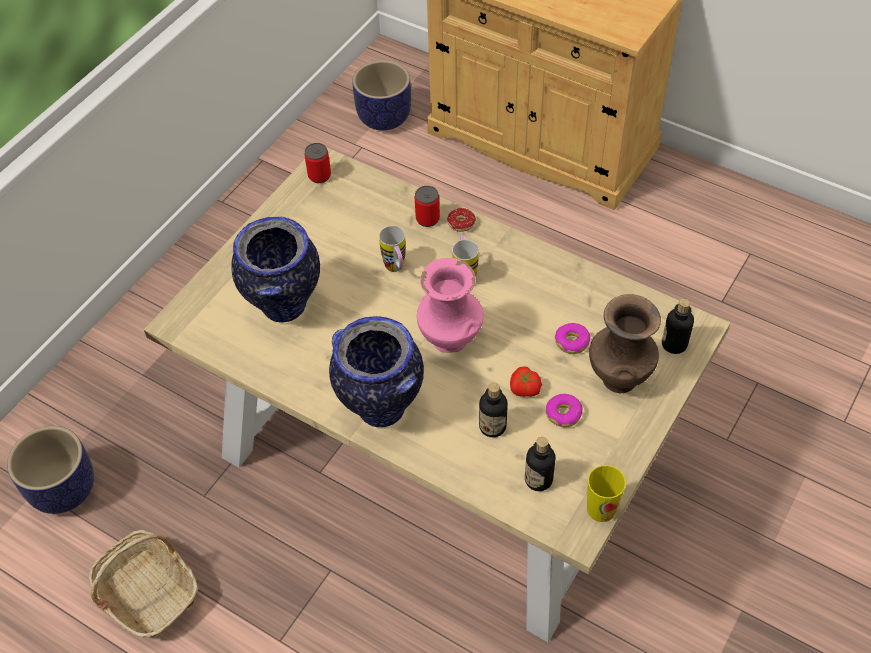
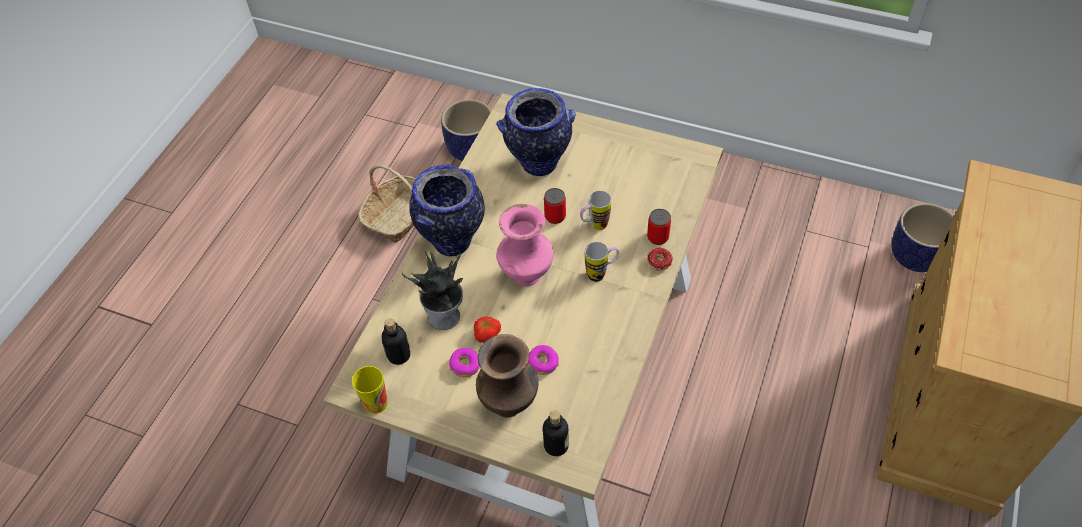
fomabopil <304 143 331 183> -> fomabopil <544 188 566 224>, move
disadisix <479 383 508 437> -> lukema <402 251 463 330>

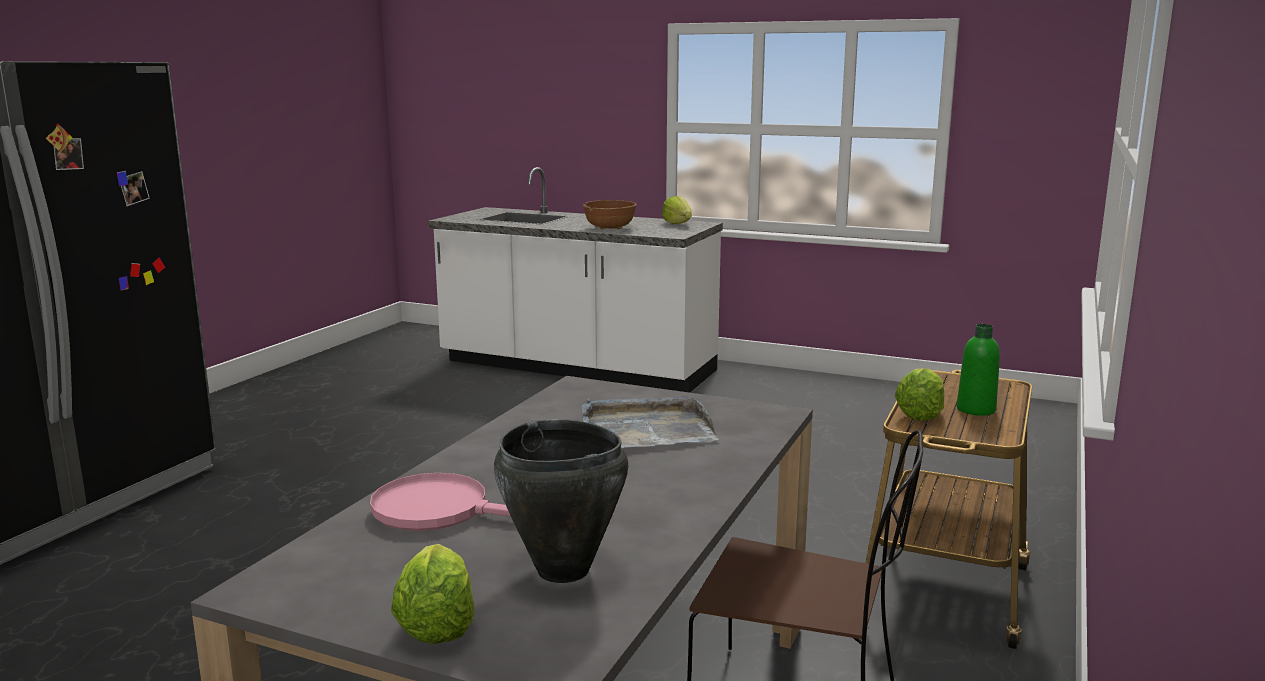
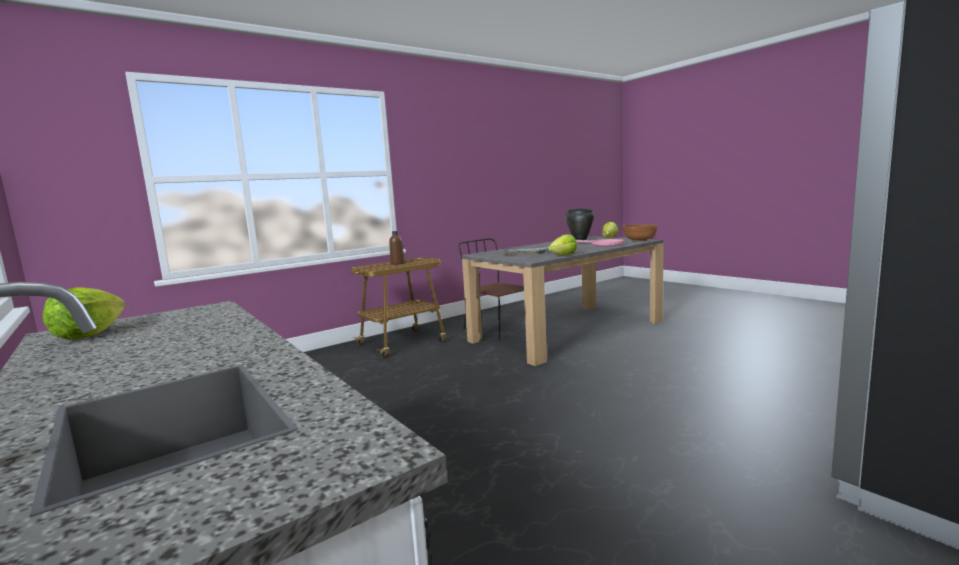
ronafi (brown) <583 200 637 229> -> ronafi (brown) <622 224 658 242>, move
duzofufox <895 368 944 421> -> duzofufox <548 234 577 255>, move
disadisix (green) <957 324 1000 416> -> disadisix (brown) <389 231 405 265>

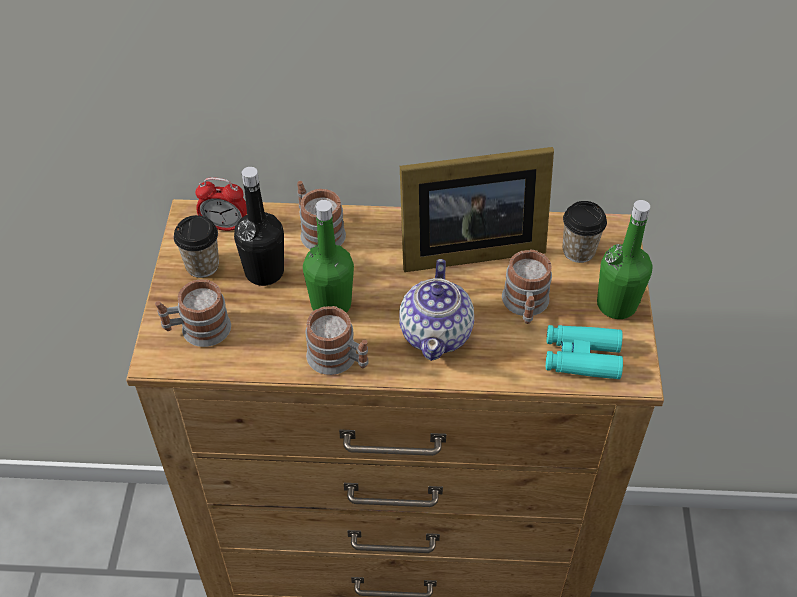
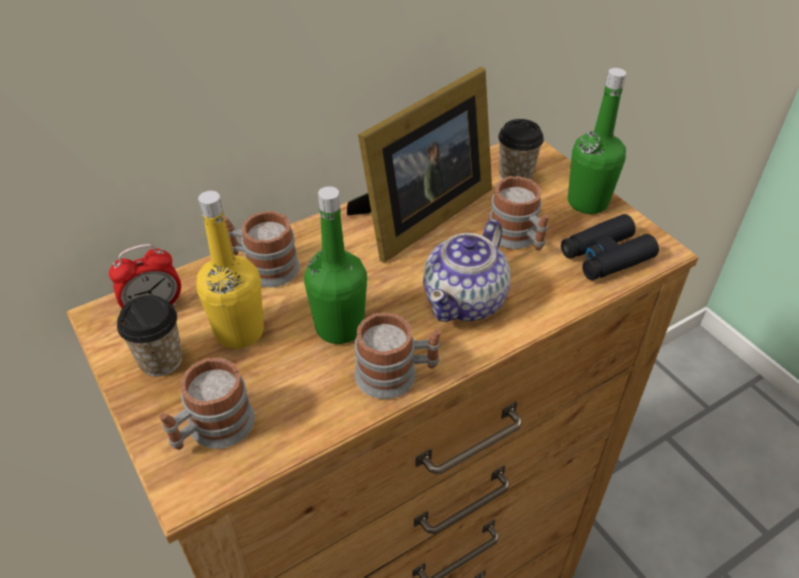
disadisix (black) <234 167 284 286> -> disadisix (yellow) <196 191 264 349>
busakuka <399 259 474 361> -> busakuka <423 219 510 322>, 60 degrees clockwise
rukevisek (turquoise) <546 325 623 379> -> rukevisek (black) <561 214 659 280>

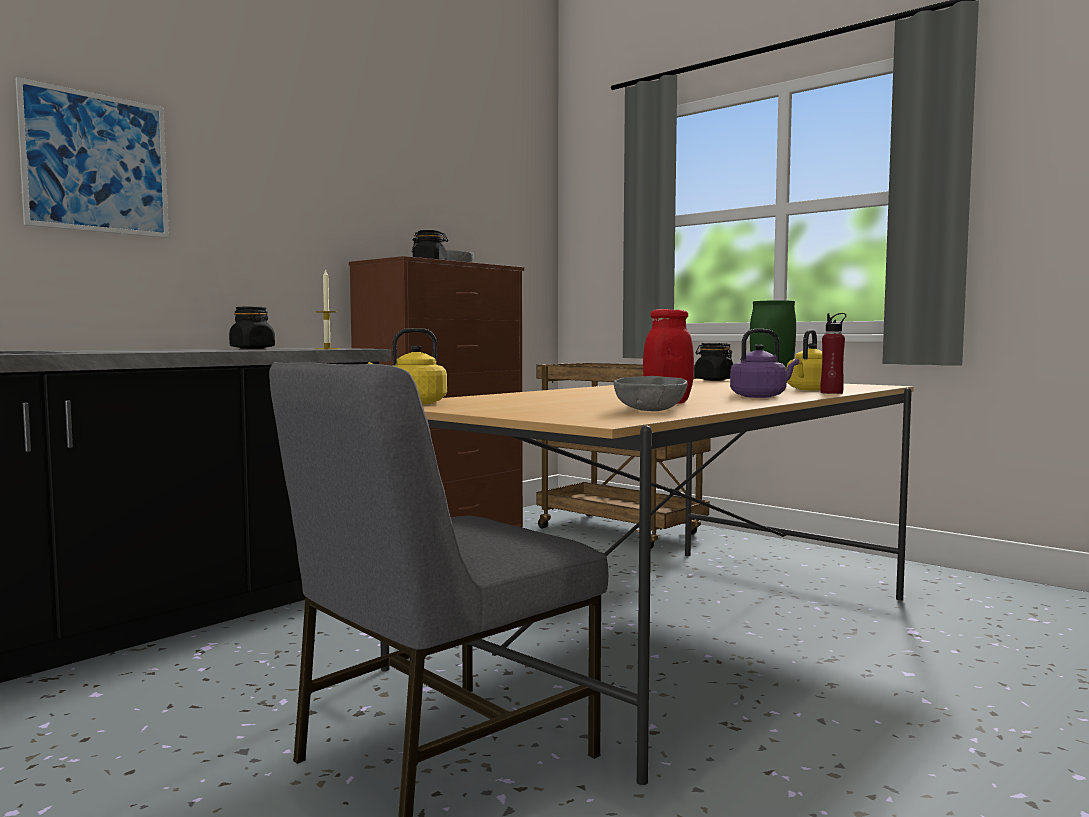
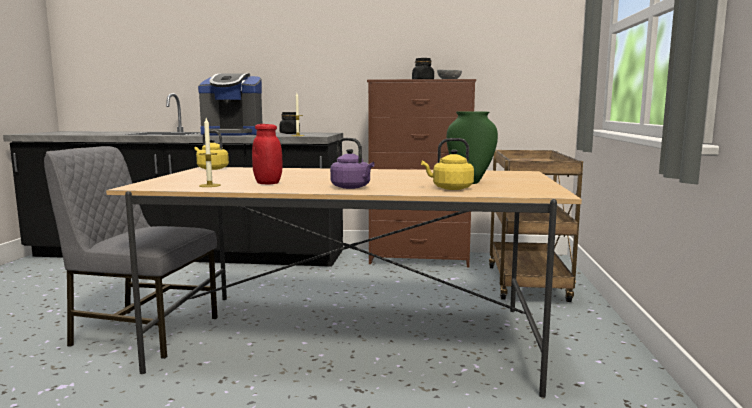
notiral <16 77 169 238> -> none
ronafi (grey) <614 376 688 411> -> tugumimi <199 118 221 187>
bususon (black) <694 343 734 381> -> none
disadisix (red) <820 313 846 394> -> none
none -> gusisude <198 74 262 135>

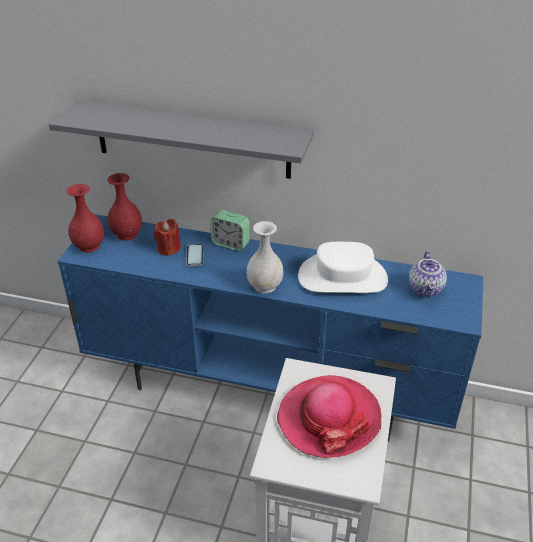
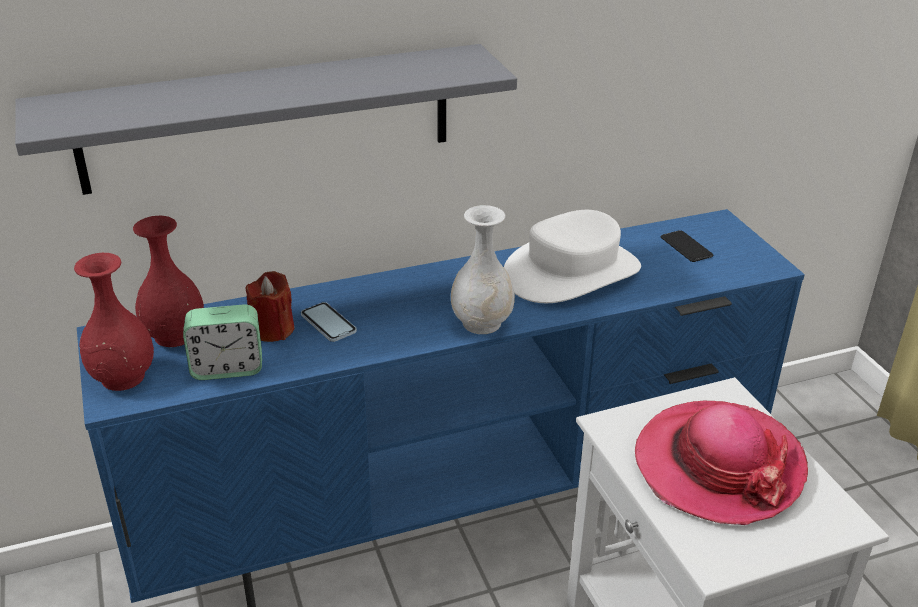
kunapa <210 210 250 251> -> kunapa <183 304 262 380>, move
busakuka <409 251 447 298> -> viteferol <661 230 713 262>

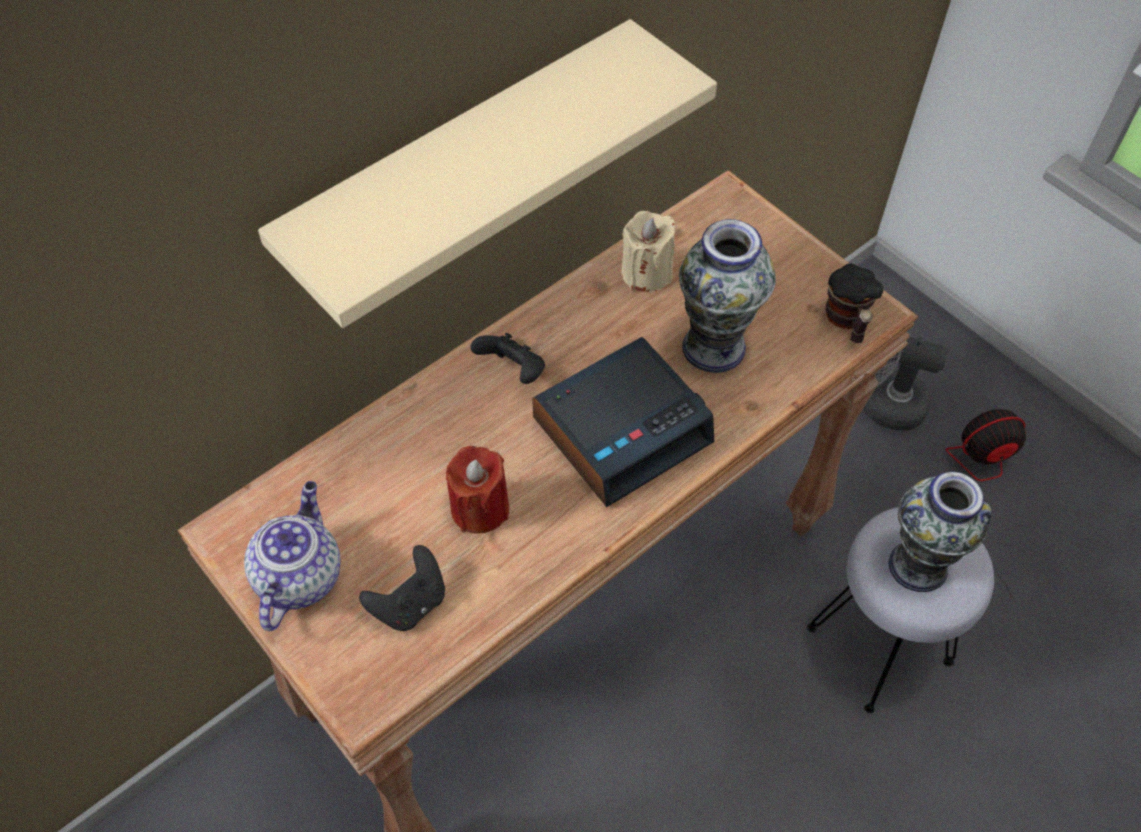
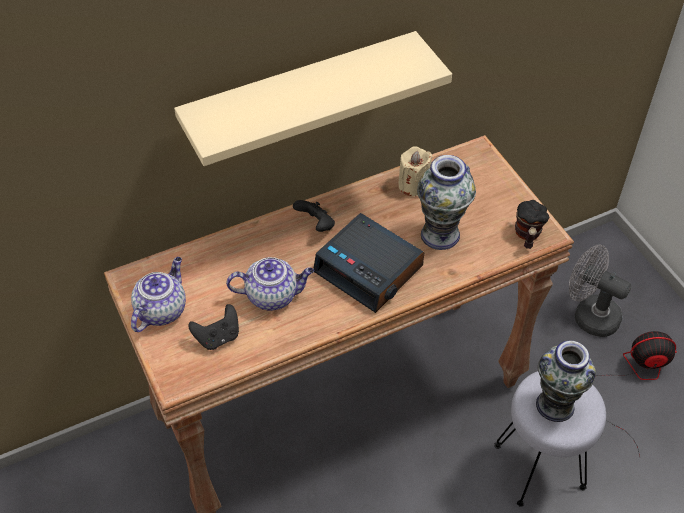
tugumimi (red) <446 446 509 533> -> busakuka <226 257 314 311>
kunapa <532 337 714 507> -> kunapa <313 213 425 313>, 60 degrees clockwise

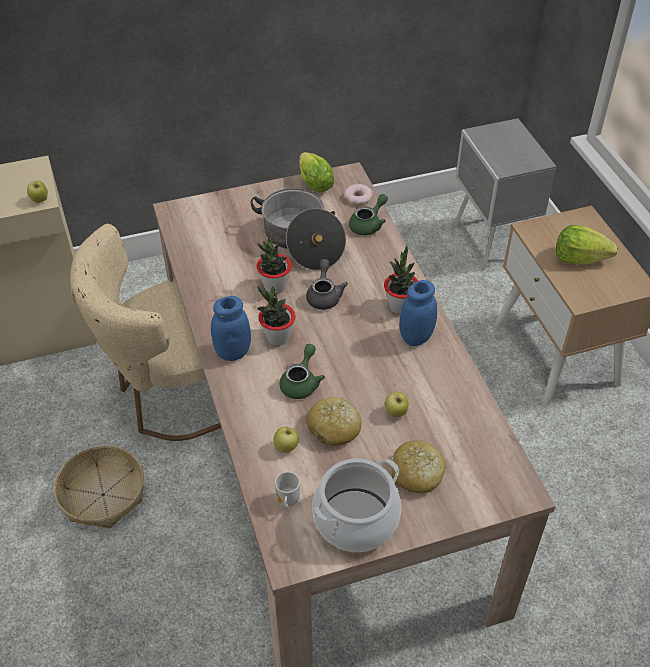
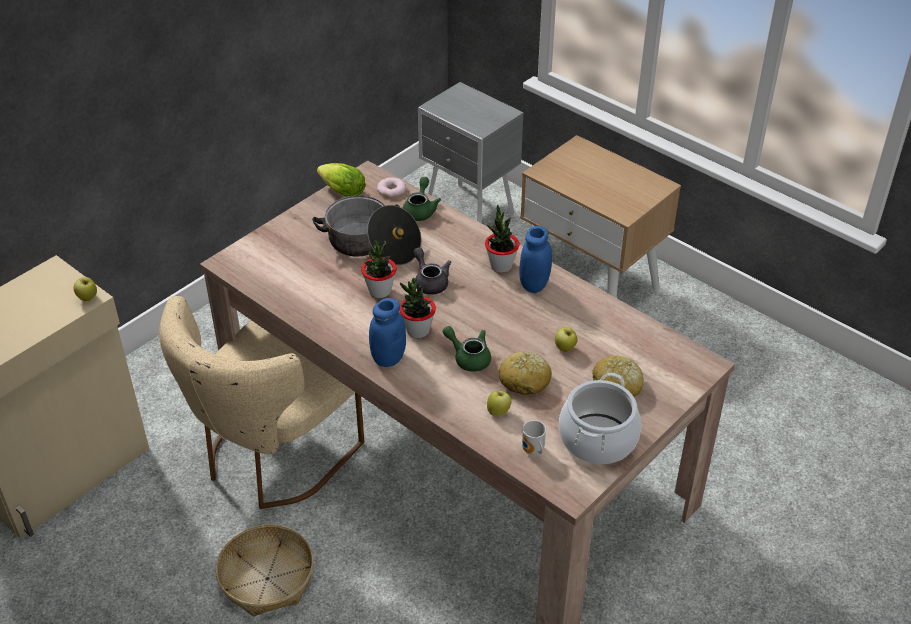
busakuka (green) <280 344 325 399> -> busakuka (green) <443 326 491 372>, 45 degrees counterclockwise
duzofufox <556 225 618 265> -> none

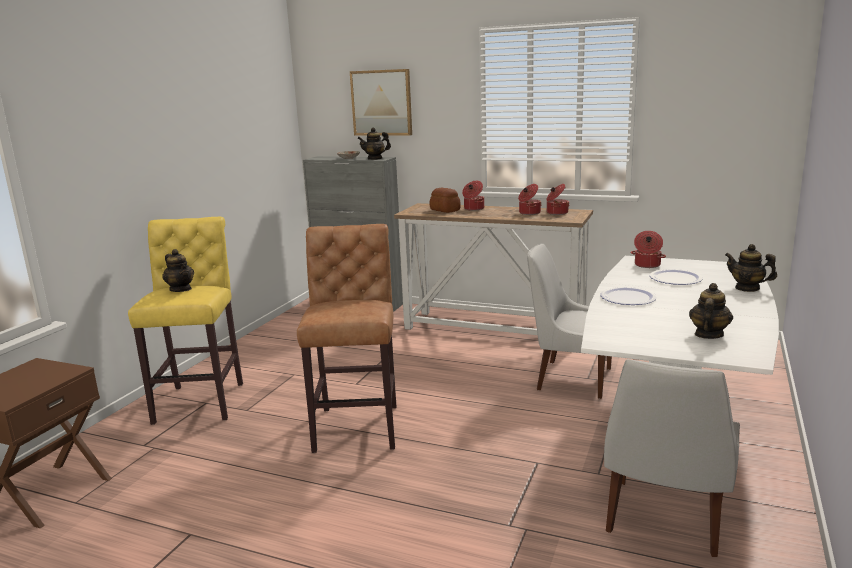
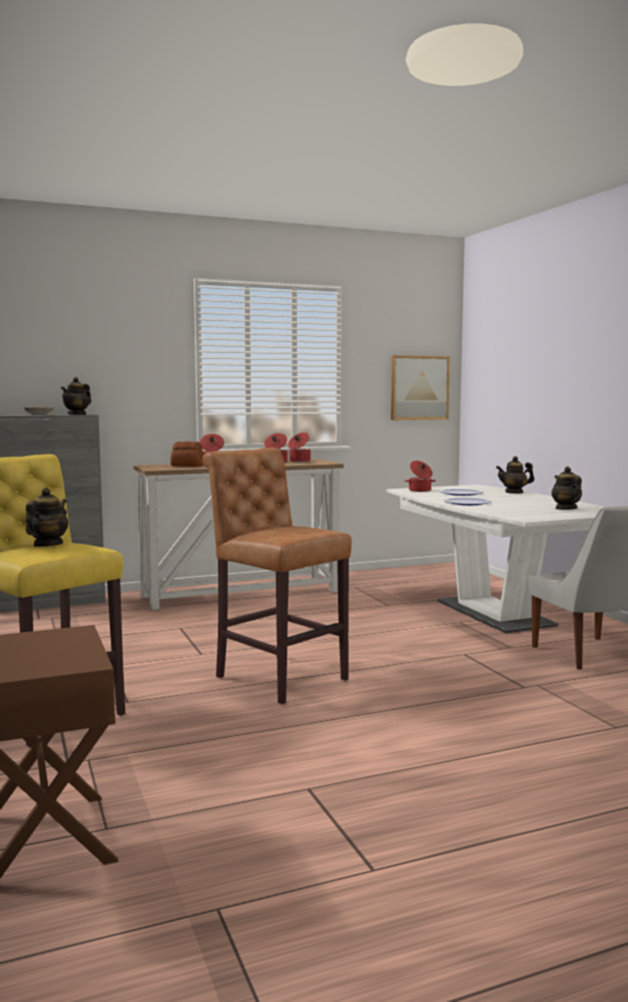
busakuka <162 249 194 292> -> busakuka <25 487 68 547>, 75 degrees counterclockwise
notiral <350 69 412 136> -> notiral <391 355 450 420>, move
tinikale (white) <527 243 612 399> -> none

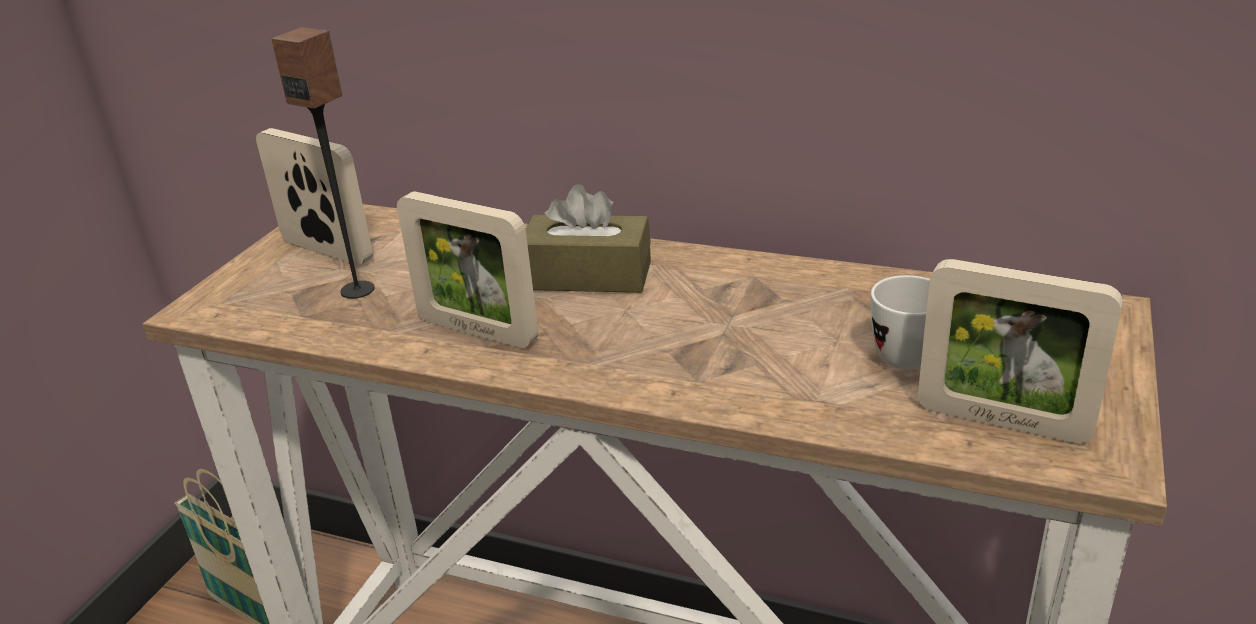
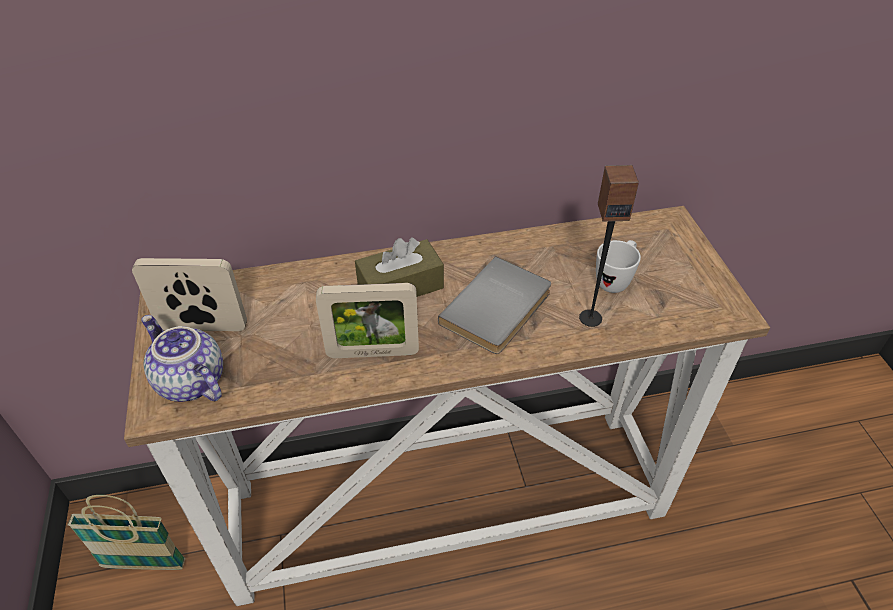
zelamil <272 27 375 299> -> zelamil <579 165 639 327>, move
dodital <918 259 1123 443> -> none
none -> busakuka <141 315 223 402>
none -> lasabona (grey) <438 256 551 354>

